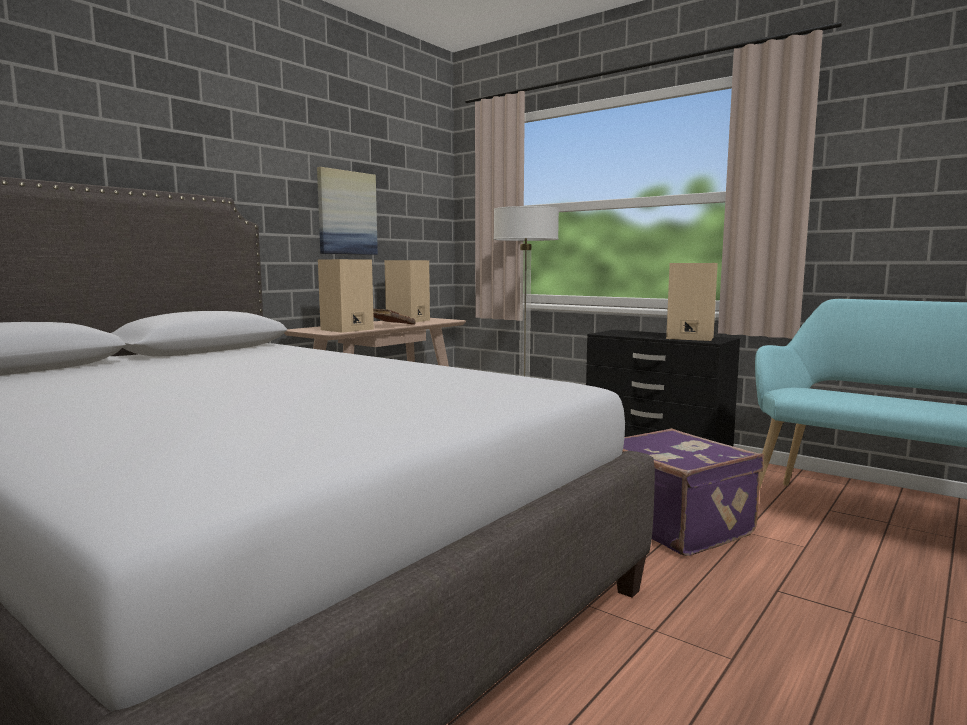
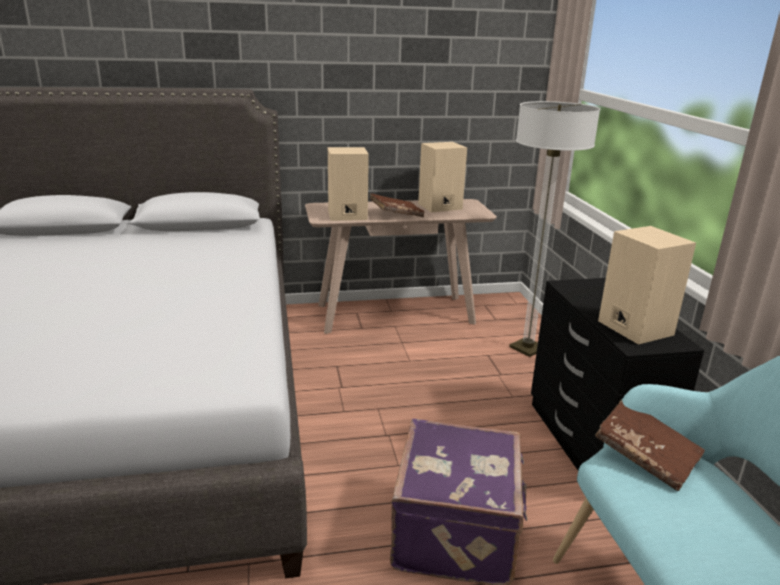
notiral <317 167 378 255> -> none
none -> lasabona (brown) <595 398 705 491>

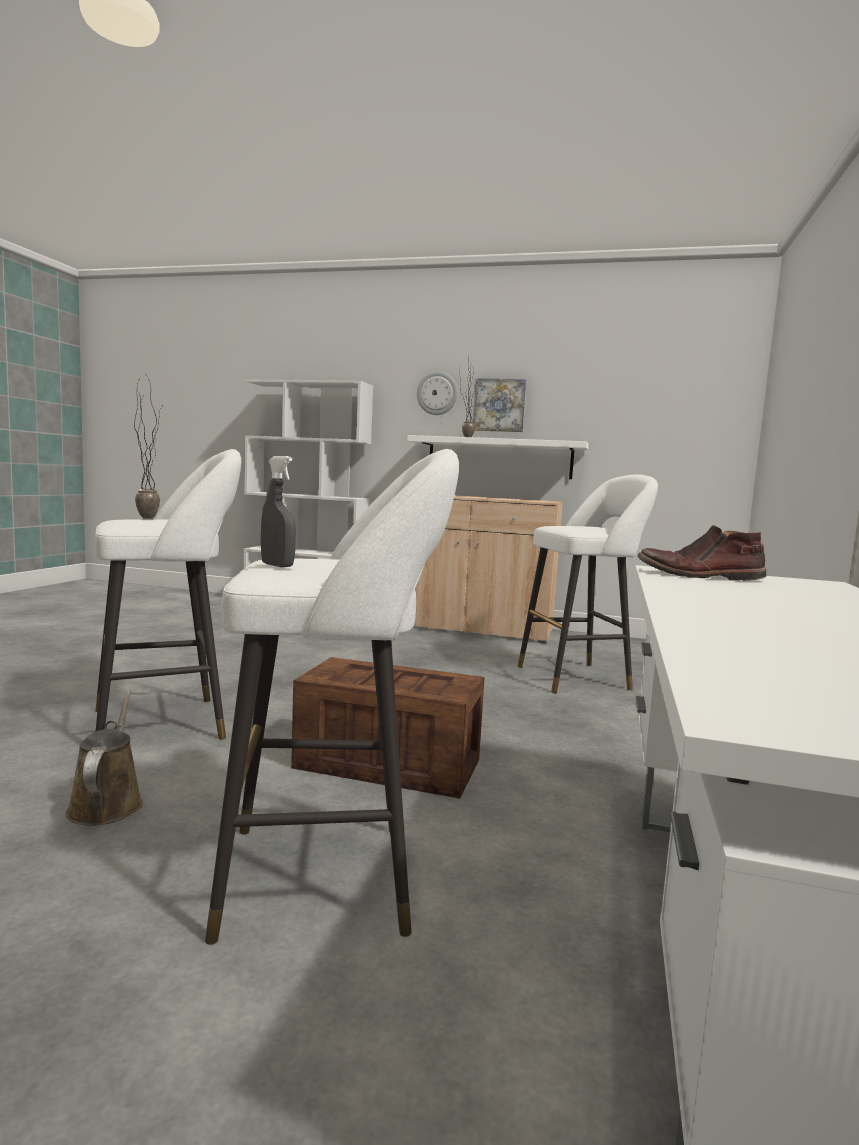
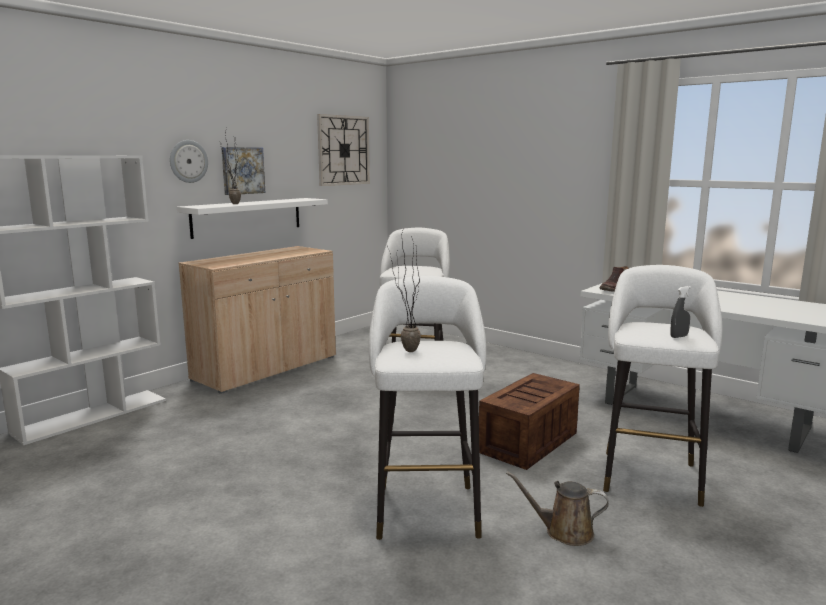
none -> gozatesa <317 114 370 186>

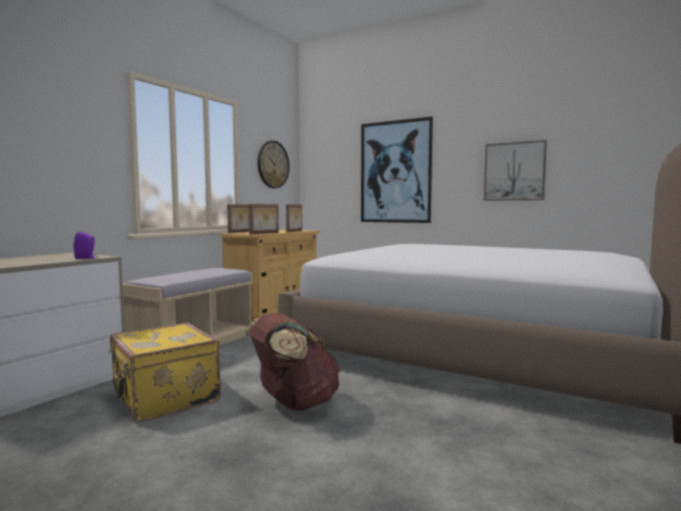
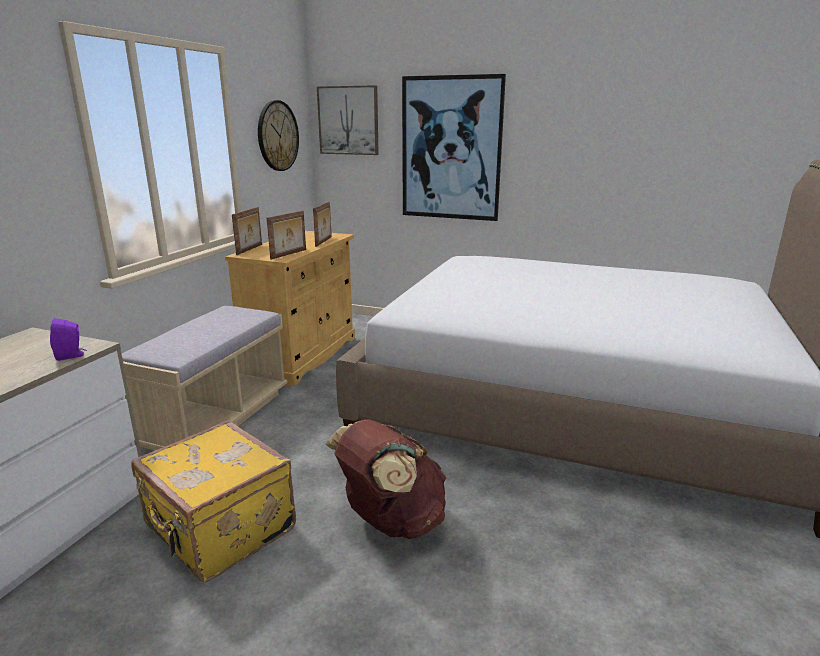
notiral <484 140 547 201> -> notiral <317 85 379 155>, move

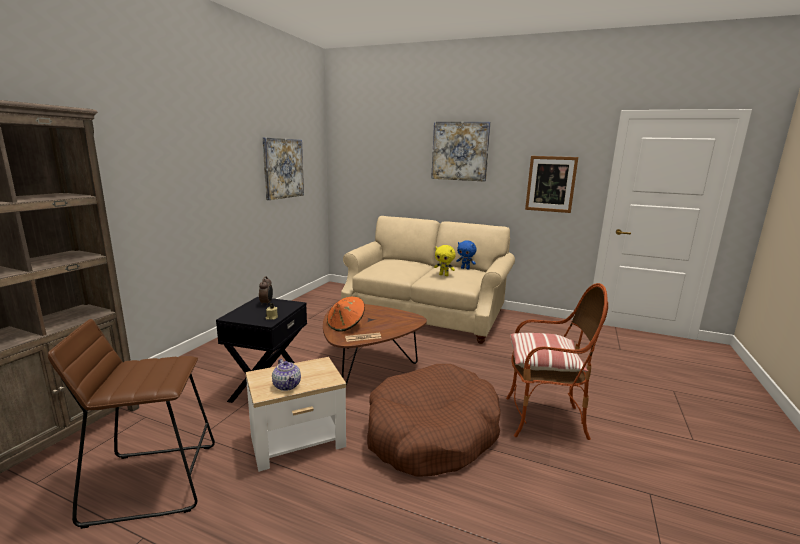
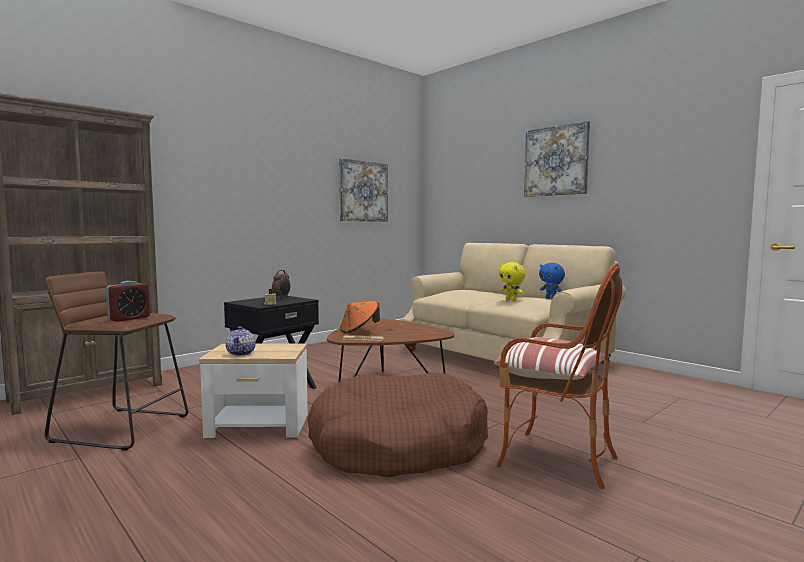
notiral <525 156 578 213> -> none
none -> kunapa <106 281 150 322>

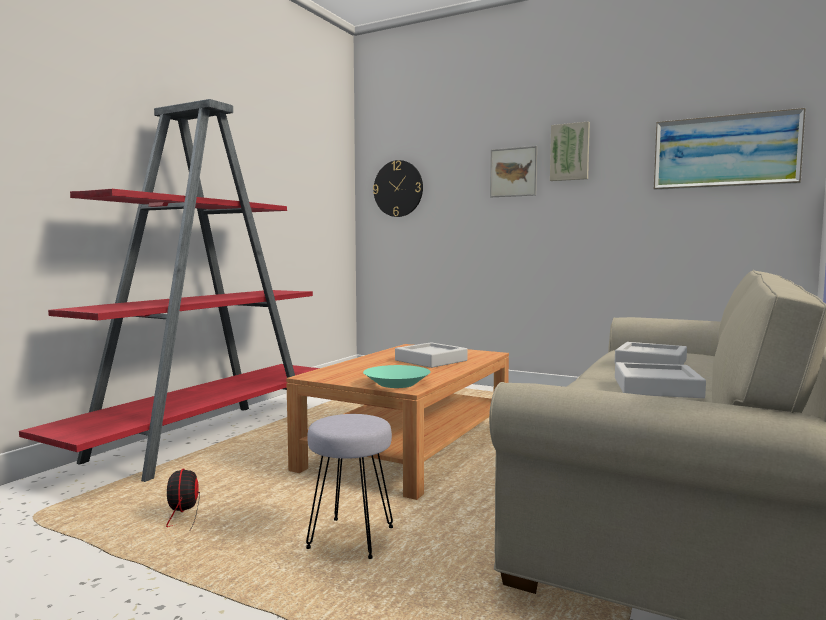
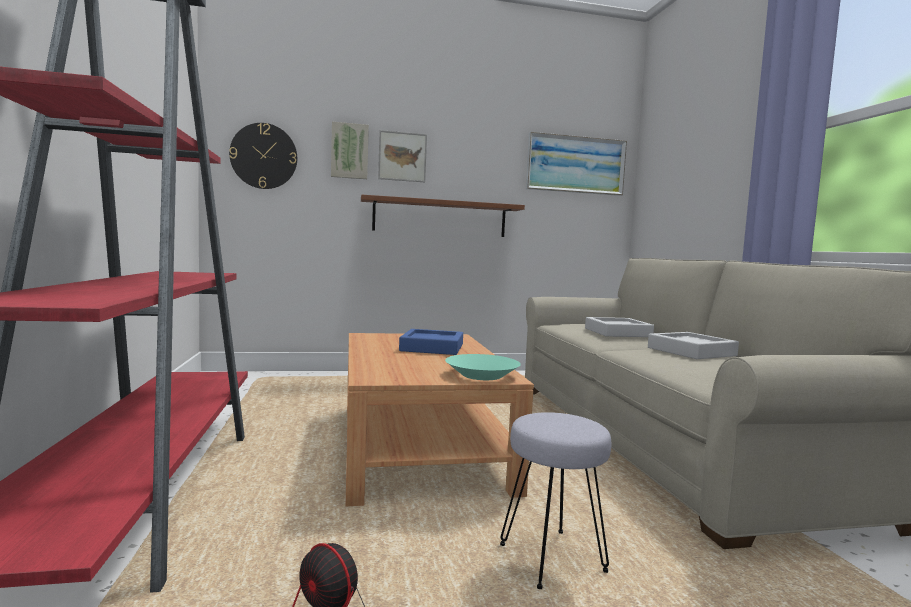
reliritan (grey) <395 342 468 368> -> reliritan (blue) <399 329 463 355>
notiral <550 121 590 181> -> notiral <331 122 369 179>, move
none -> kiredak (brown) <361 195 525 237>

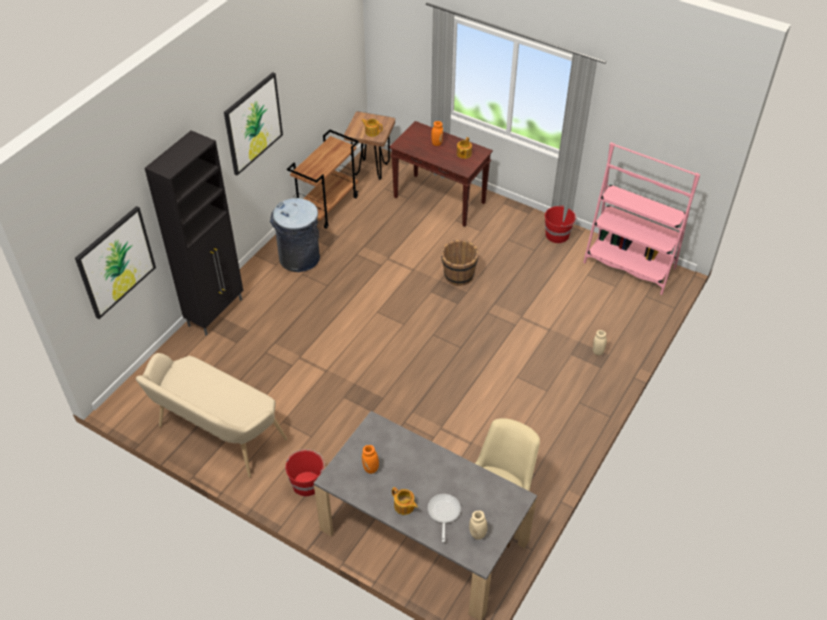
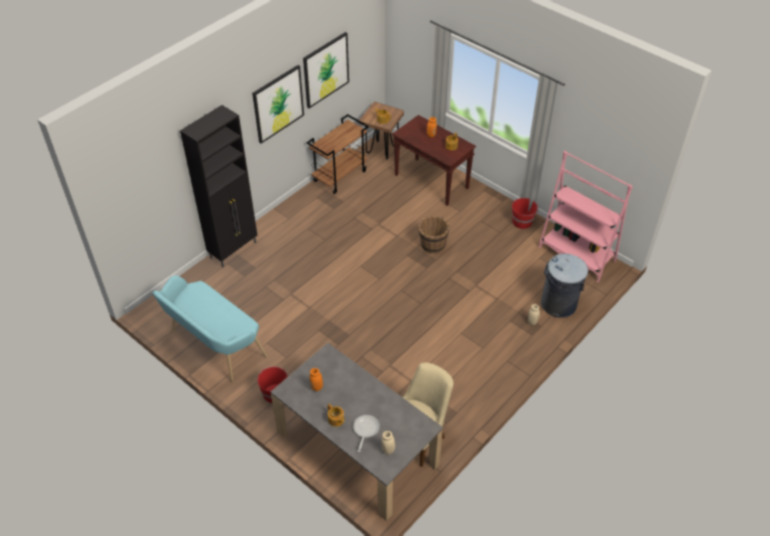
notiral <75 206 156 319> -> notiral <303 32 349 109>, move
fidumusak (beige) <136 353 287 477> -> fidumusak (turquoise) <153 275 268 382>
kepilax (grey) <270 198 320 272> -> kepilax (grey) <541 254 588 318>, move

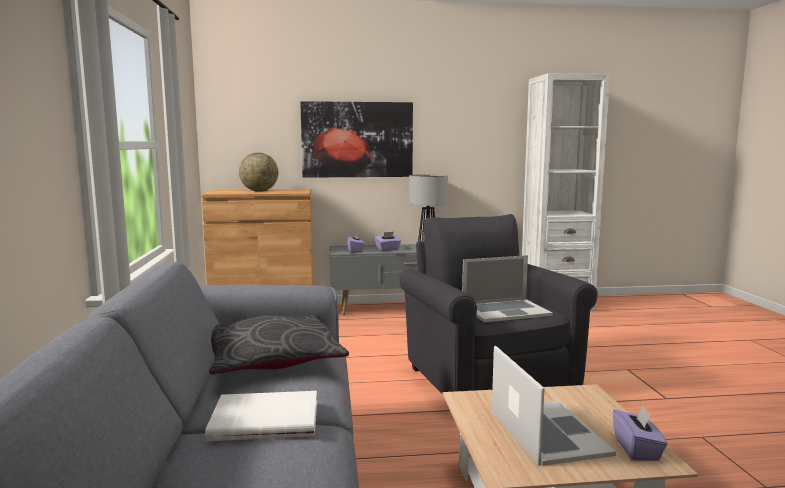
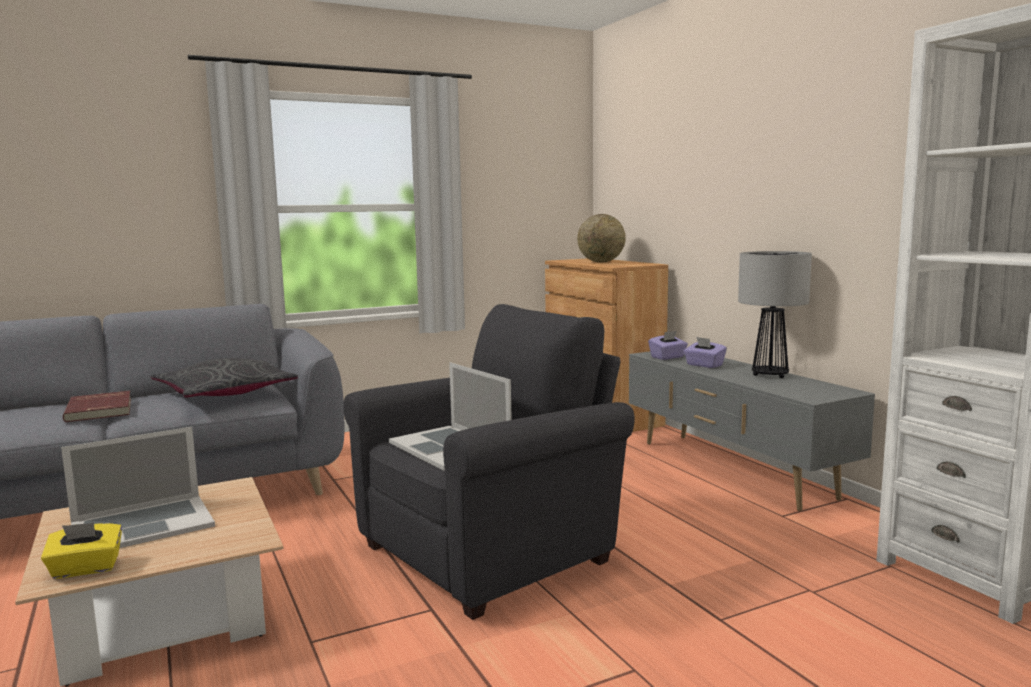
lasabona (white) <205 391 317 441> -> lasabona (red) <63 391 131 422>
notiral <300 101 413 178> -> none
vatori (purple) <613 405 668 461> -> vatori (yellow) <41 522 122 579>

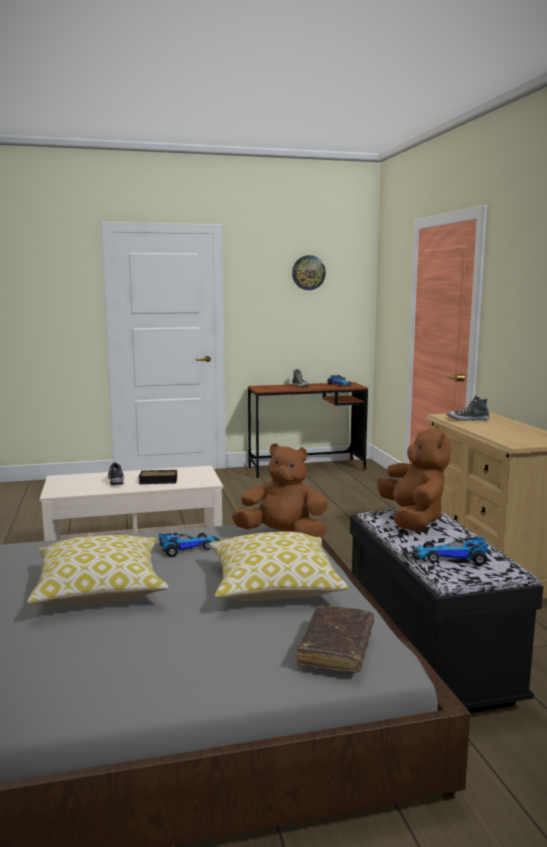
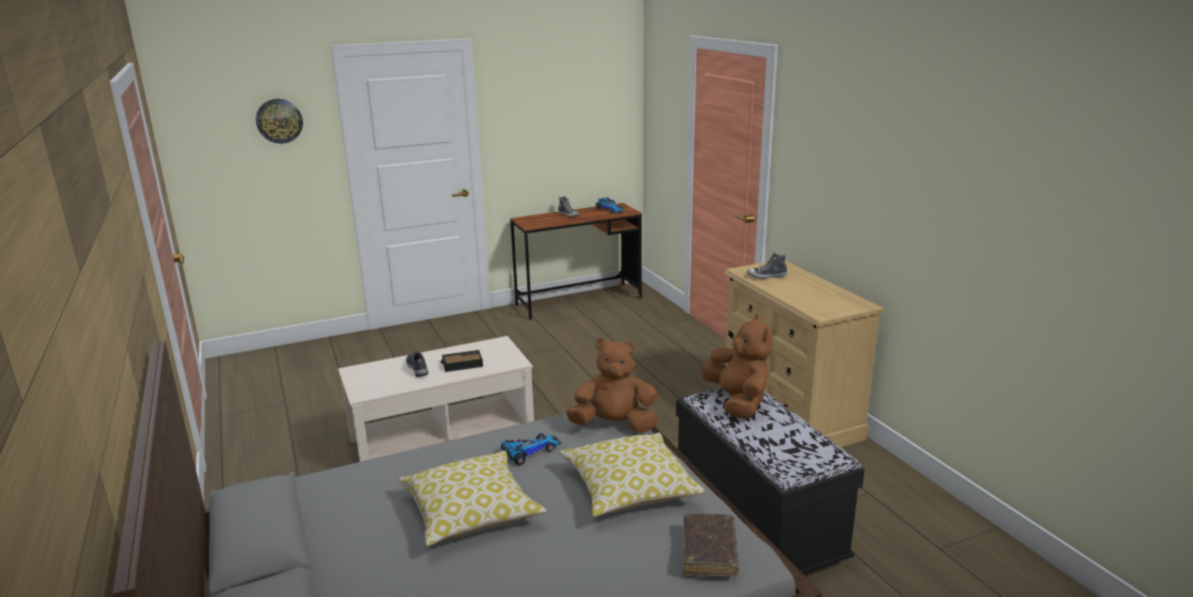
gozatesa <292 255 326 290> -> gozatesa <256 99 303 144>, move
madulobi <413 536 488 566> -> none

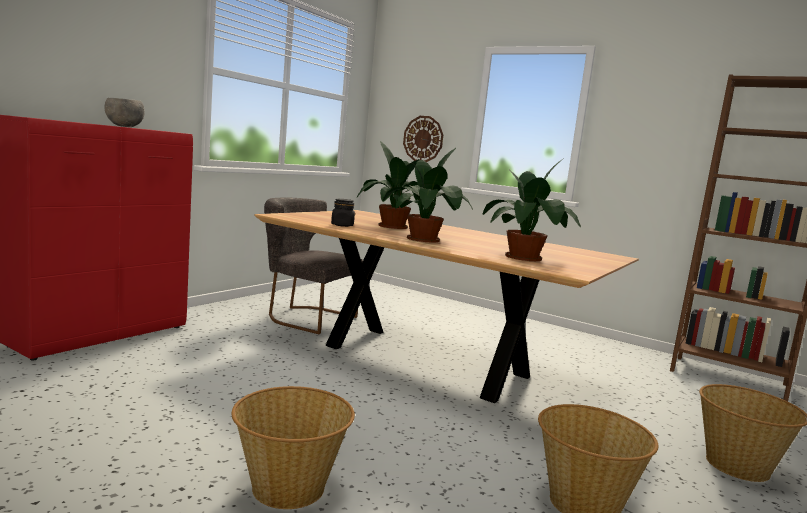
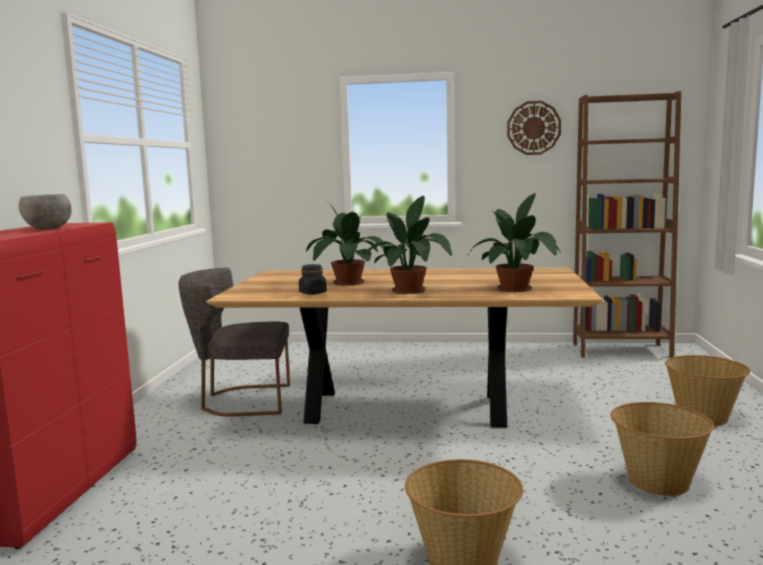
gozatesa <403 116 443 162> -> gozatesa <507 101 561 155>, move

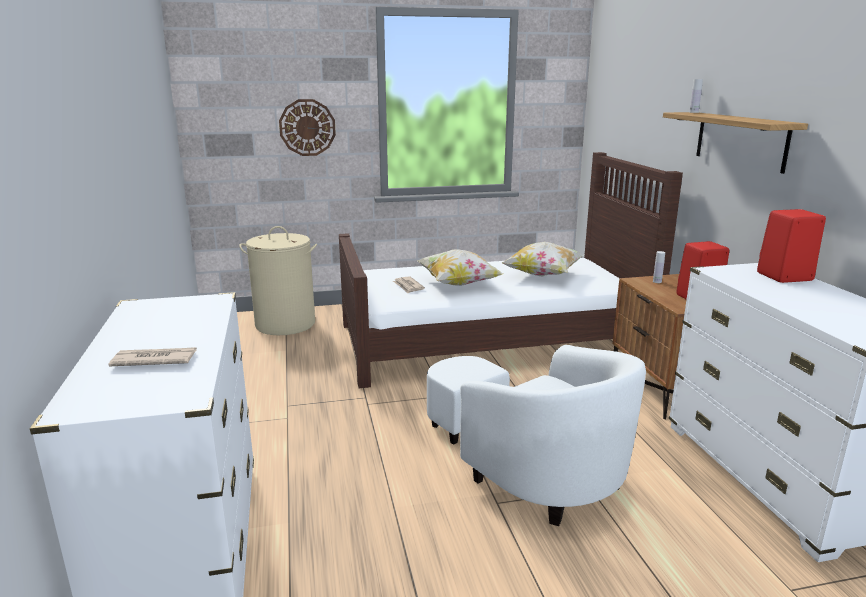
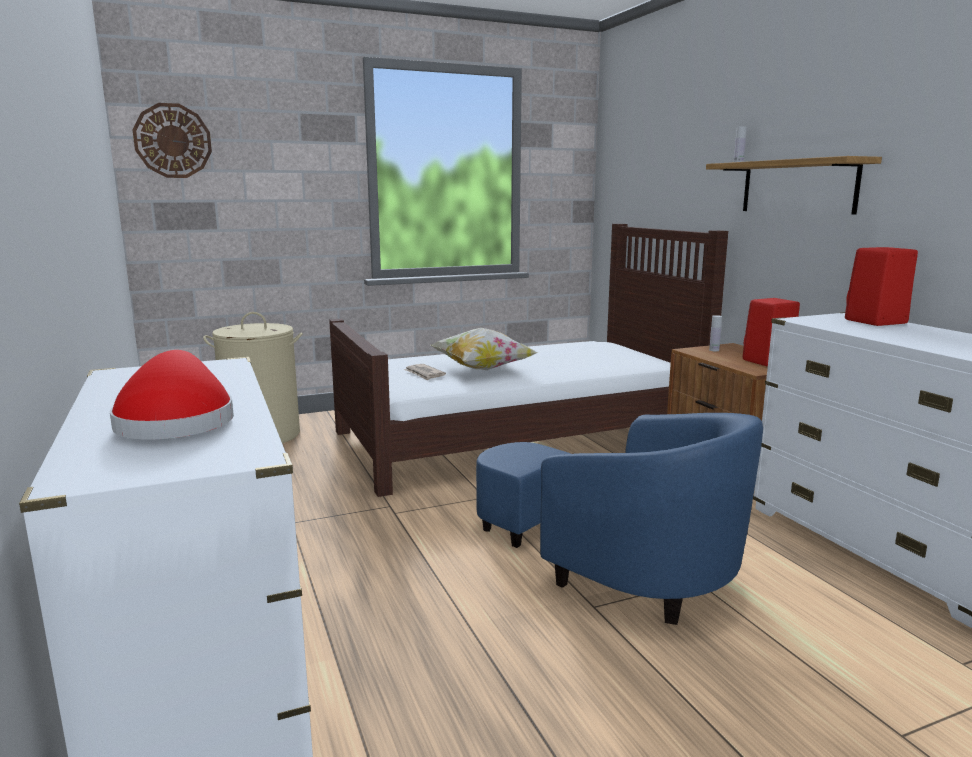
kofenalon <108 347 197 366> -> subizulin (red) <110 350 234 439>
gozatesa <279 99 336 156> -> gozatesa <133 103 212 178>, move
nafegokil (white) <427 345 646 526> -> nafegokil (blue) <476 413 763 625>
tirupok <502 242 584 276> -> none

